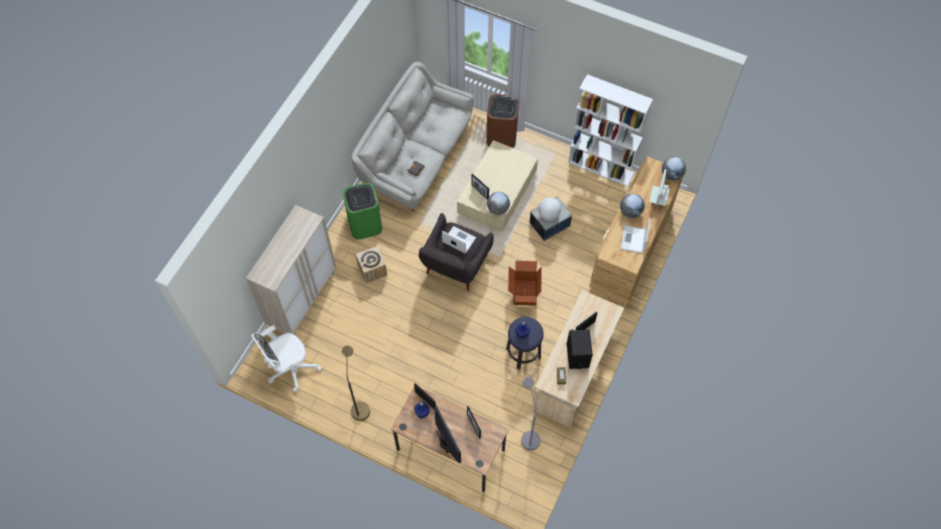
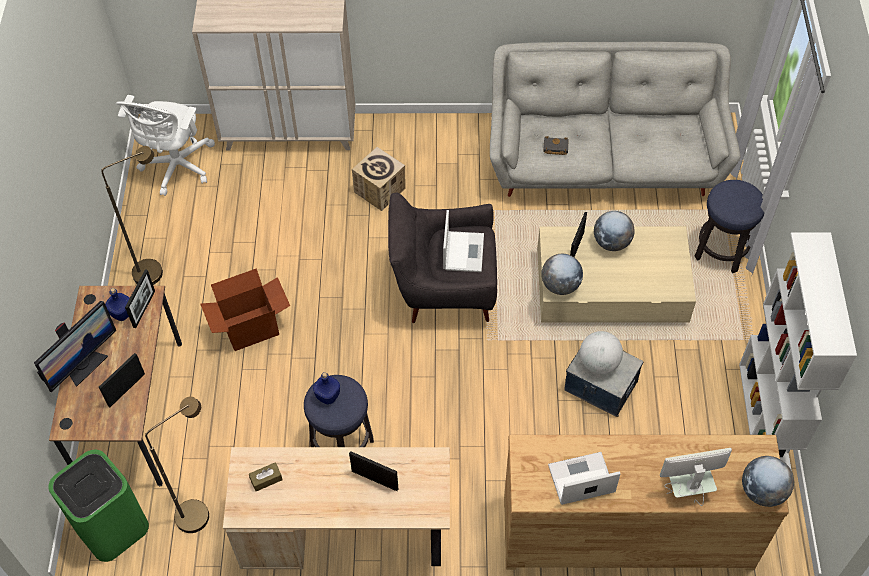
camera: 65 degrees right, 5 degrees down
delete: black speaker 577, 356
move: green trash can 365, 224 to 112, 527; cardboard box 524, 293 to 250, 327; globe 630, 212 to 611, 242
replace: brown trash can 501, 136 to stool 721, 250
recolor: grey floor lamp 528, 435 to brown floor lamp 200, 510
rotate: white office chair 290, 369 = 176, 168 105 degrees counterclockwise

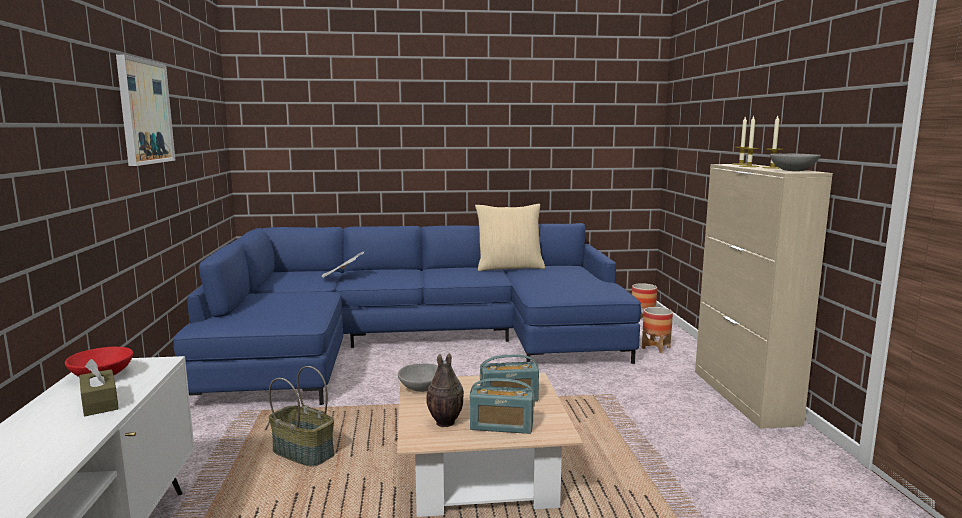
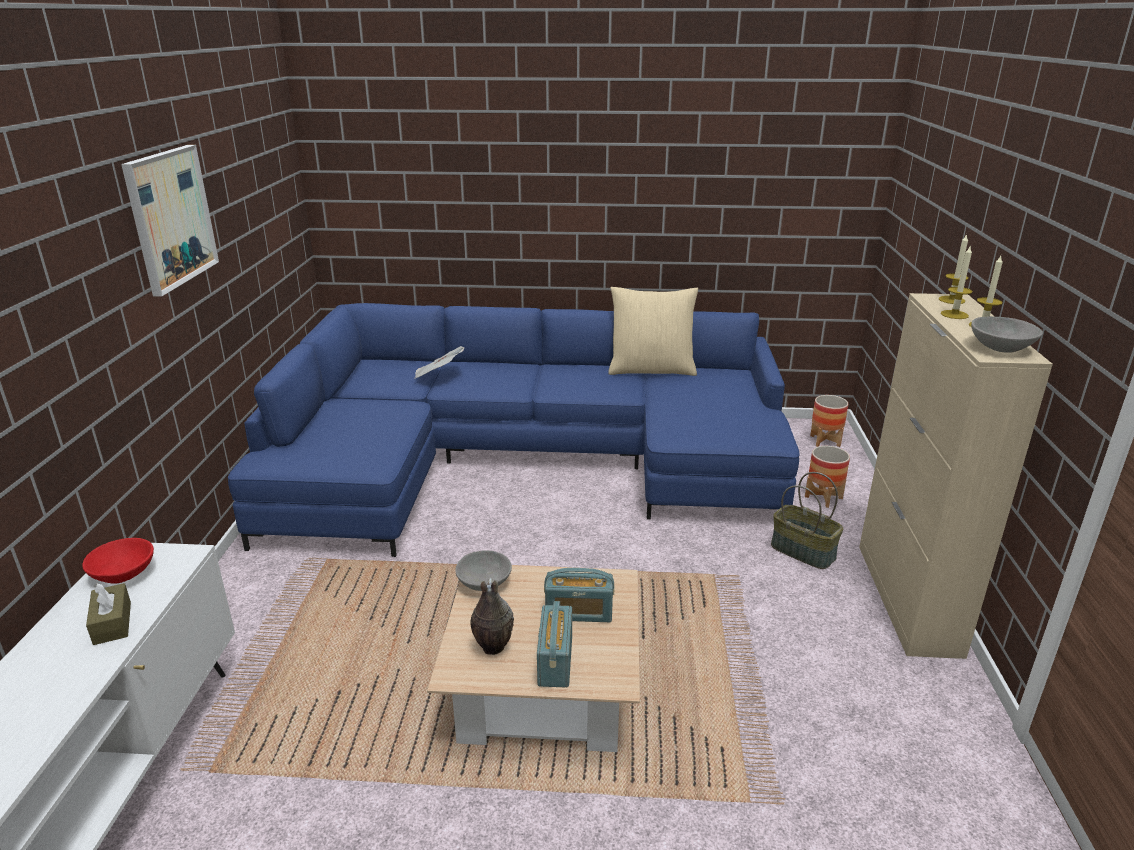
camera: 10 degrees right, 15 degrees up
move: basket 304, 452 to 804, 551
rotate: radio 501, 426 = 555, 661 75 degrees clockwise

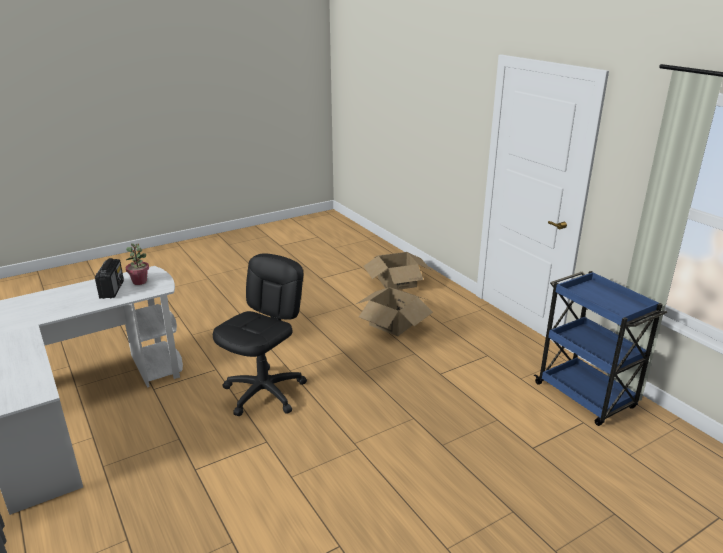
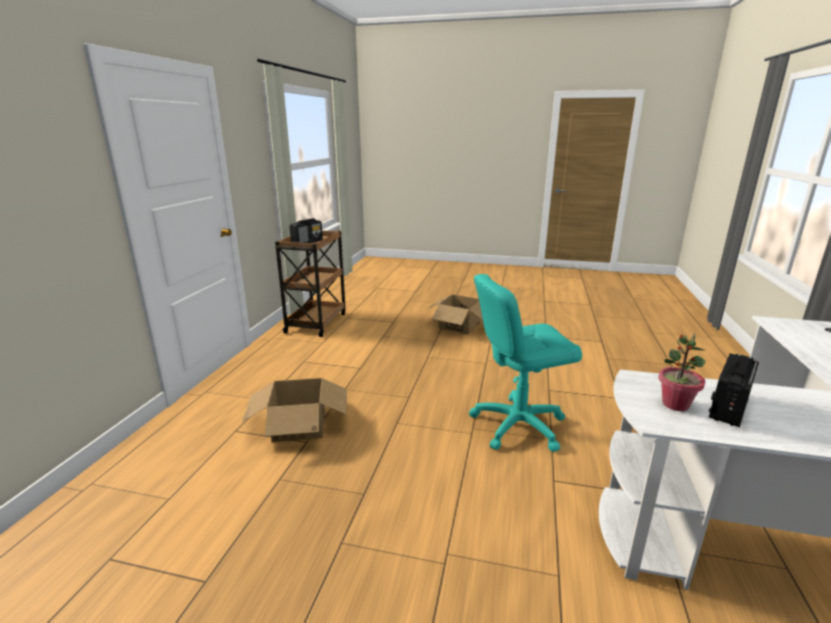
camera: 135 degrees left, 5 degrees down
insert: radio 307, 242
move: cardboard box 397, 282 to 459, 325
recolor: black office chair 265, 392 to turquoise office chair 518, 425; blue cart 586, 397 to brown cart 316, 322

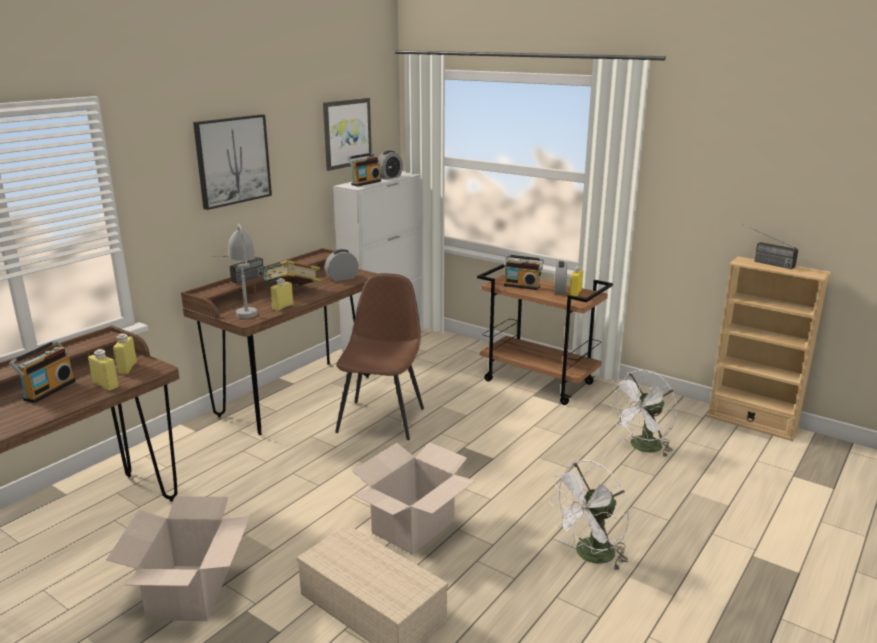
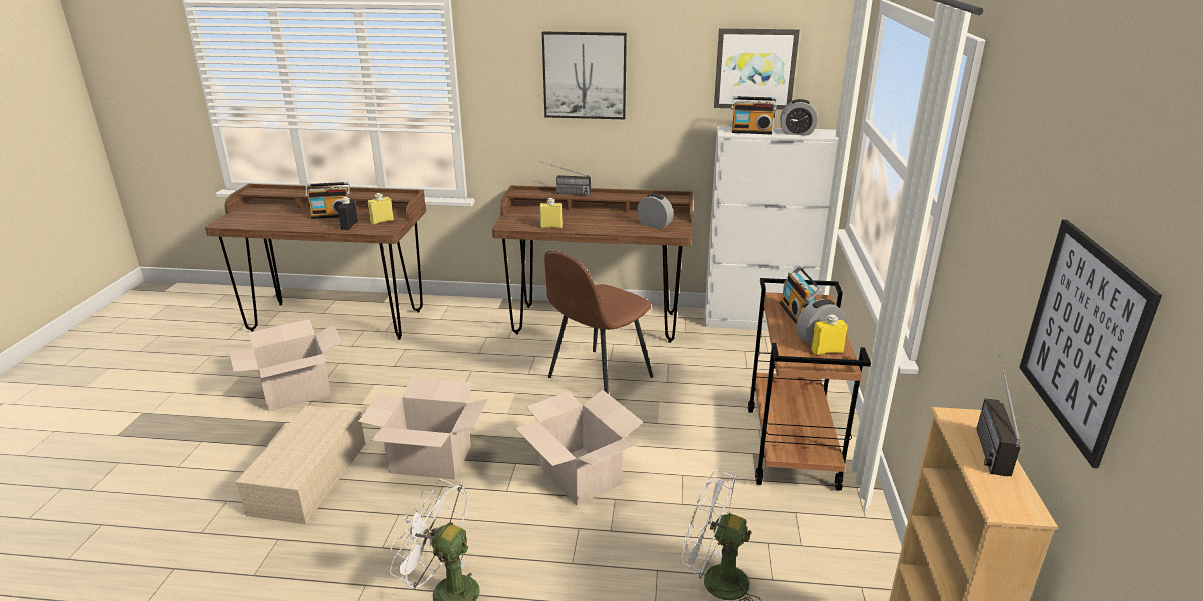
camera: 60 degrees right, 5 degrees up
delete: grey table lamp 246, 306; book 292, 292
insert: cardboard box 581, 475; picture 1081, 337
recolor: yellow bottle 105, 385 to black bottle 349, 225
rotate: brown chair 382, 419 = 598, 378 150 degrees clockwise

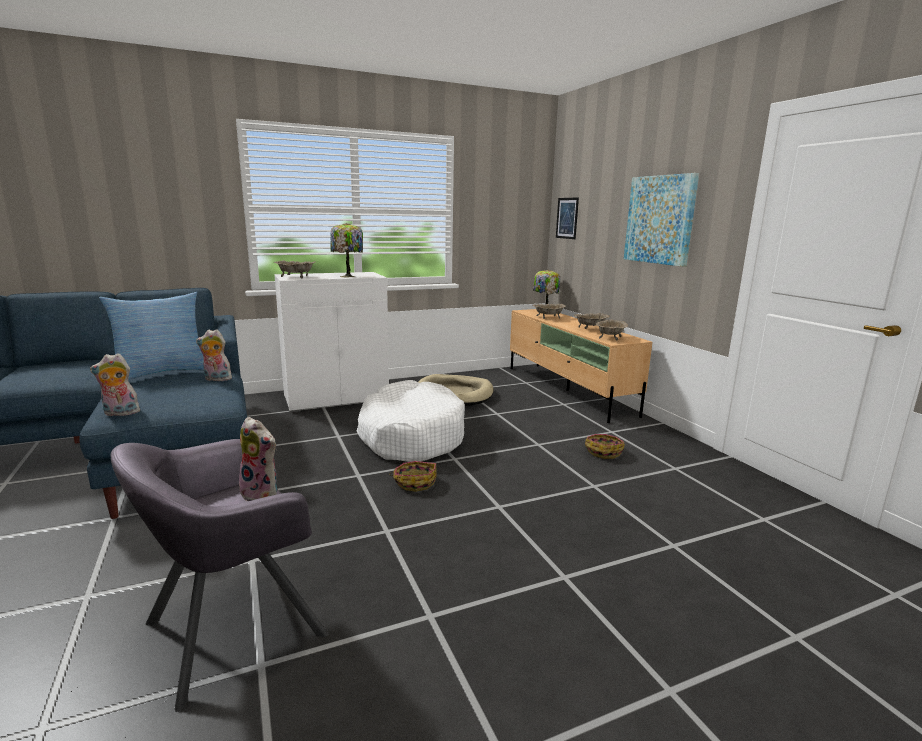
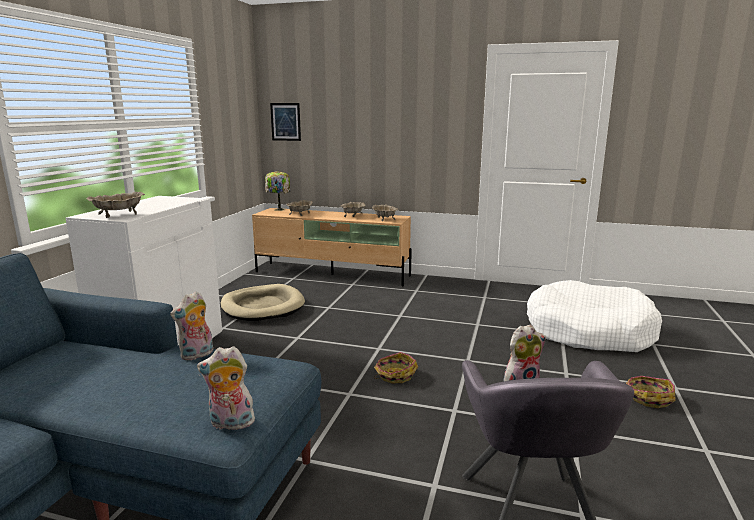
camera: 50 degrees left, 0 degrees up
delete: pillow 162, 372; table lamp 347, 276; picture 660, 220
move: white dog bed 411, 436 to 588, 331; basket 603, 451 to 648, 398
rotate: plush toy 120, 413 = 230, 424 60 degrees clockwise

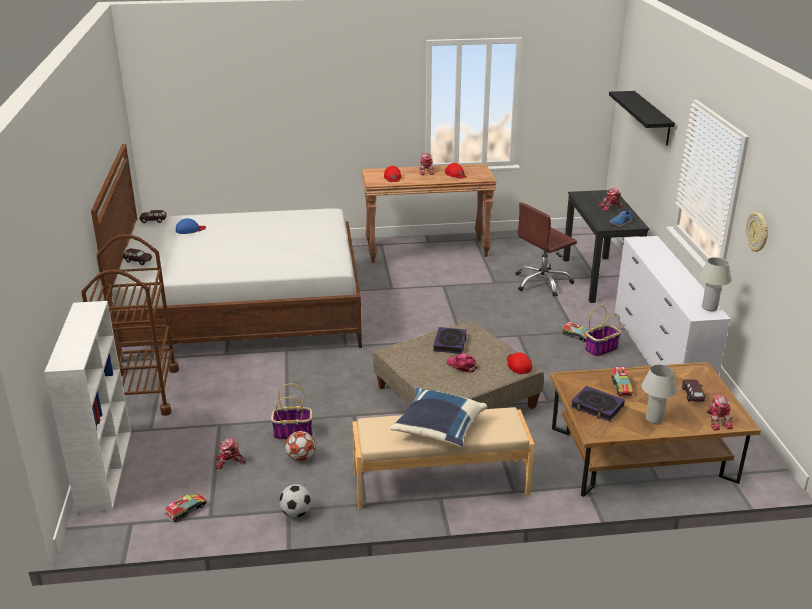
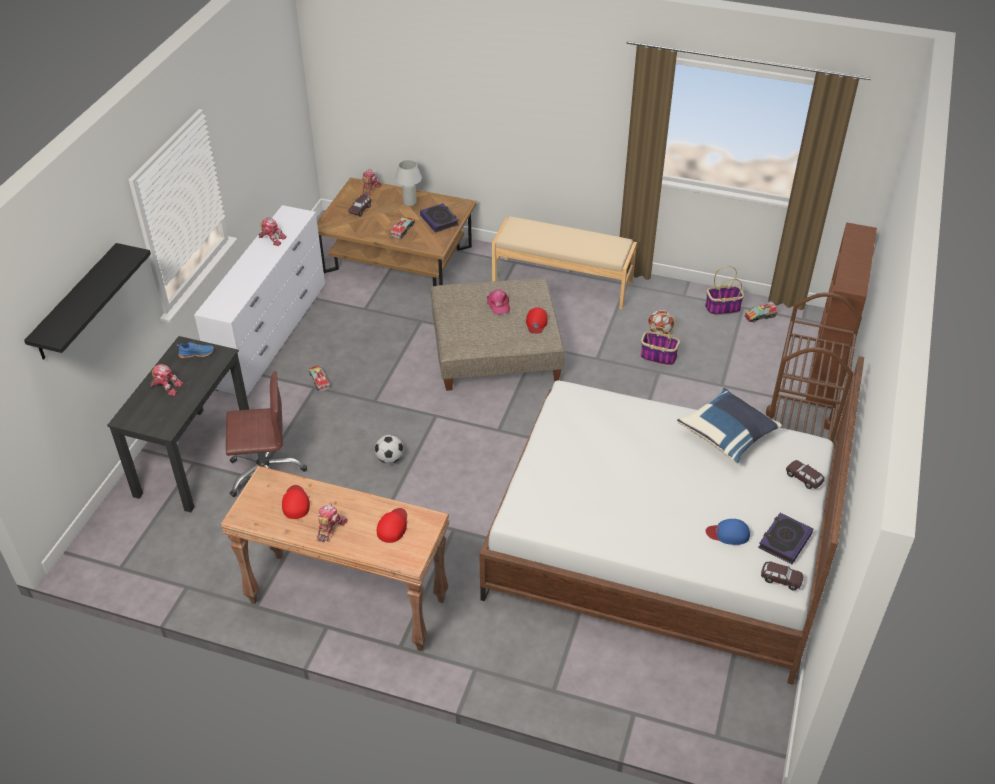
camera: 155 degrees left, 15 degrees up
delete: white table lamp 709, 308; wall clock 757, 232
move: toy robot 229, 462 to 272, 238; football 296, 513 to 390, 459; blue pillow 438, 430 to 727, 435; book 450, 343 to 784, 541; red cap 518, 365 to 536, 323; basket 601, 349 to 722, 308
recolor: white bookcase 105, 469 to brown bookcase 826, 370

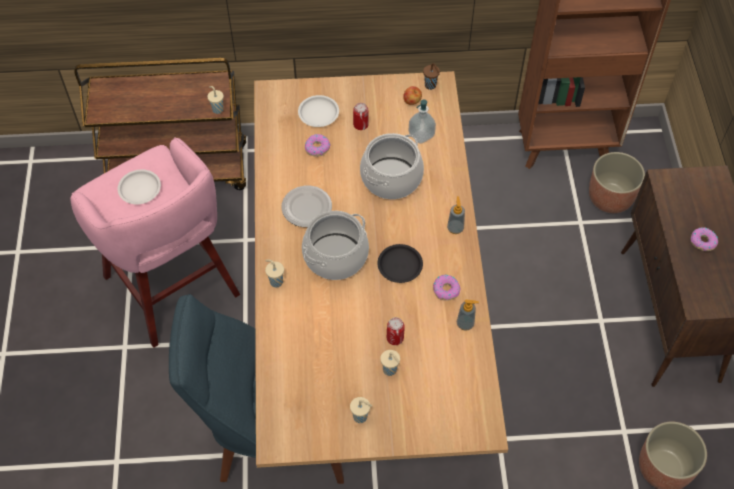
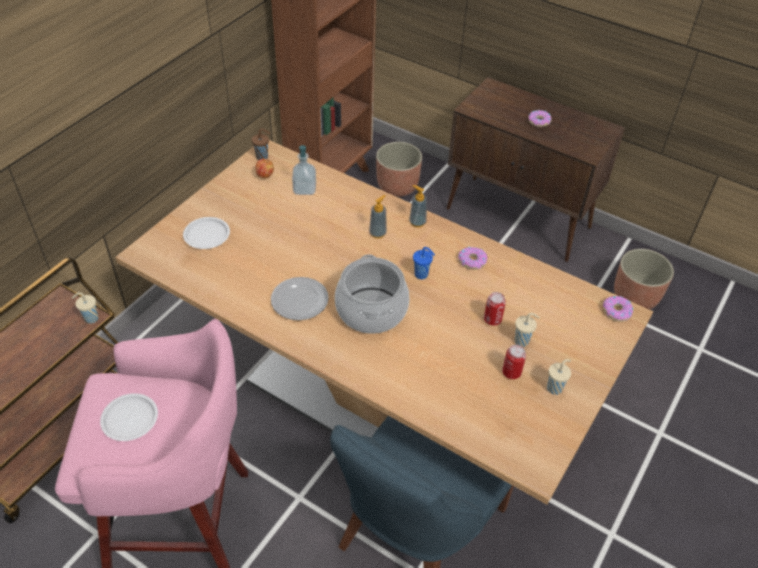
camera: 55 degrees left, 10 degrees down
delete: beige cup 275, 281; cooking pot 391, 178
move: donut 317, 148 to 616, 311; can 360, 125 to 511, 372; soap dispenser 465, 324 to 377, 233
replace: black plate 400, 265 to blue cup 422, 275

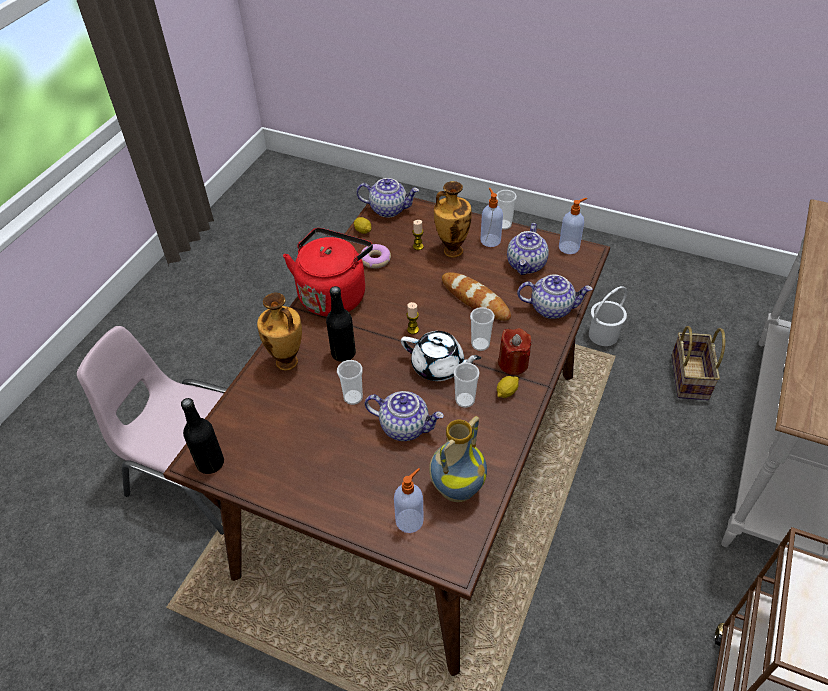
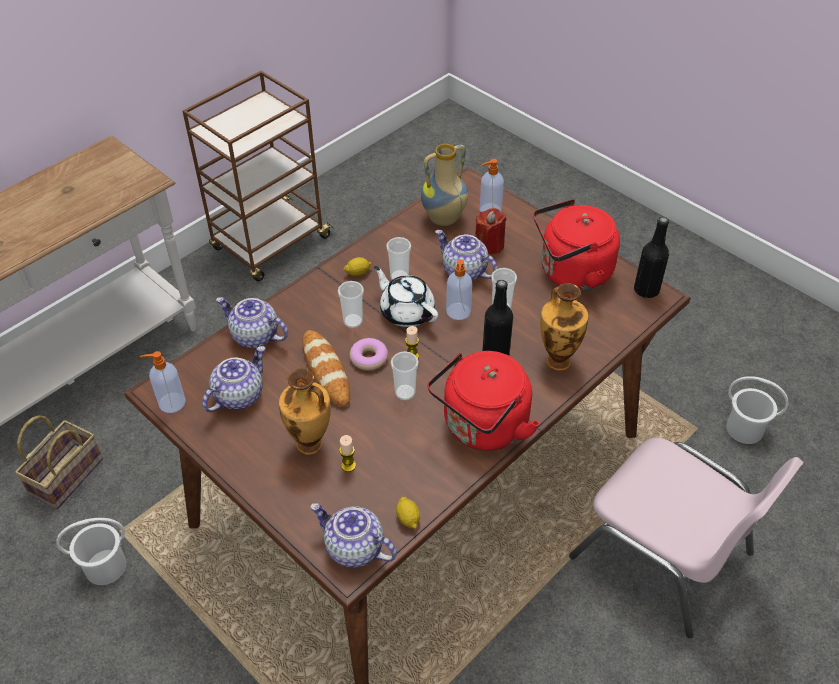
camera: 160 degrees left, 0 degrees up
insert: red kettle 571, 273; white bucket 744, 428
move: donut 375, 260 to 369, 358; soap dispenser 490, 240 to 458, 312; cup 503, 225 to 405, 392; red candle 513, 363 to 489, 245

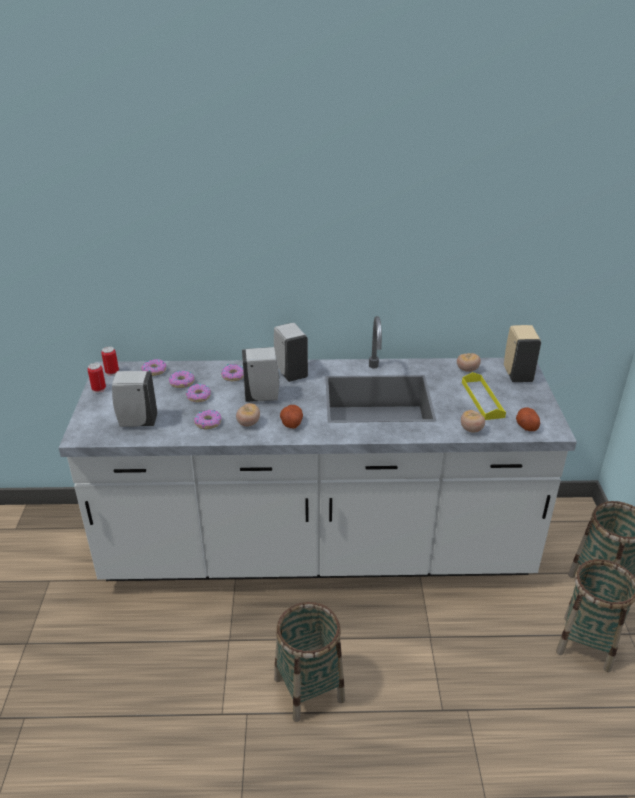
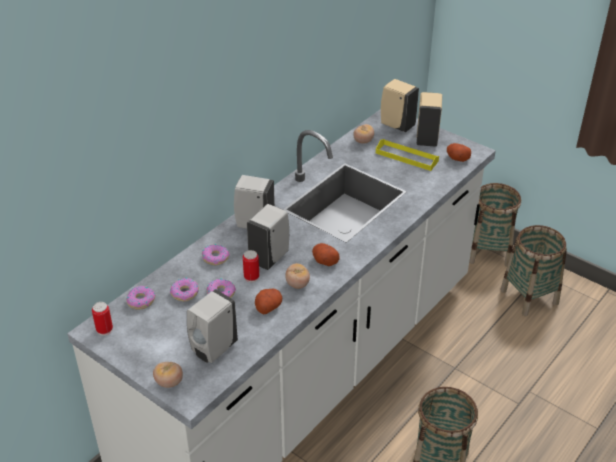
camera: 50 degrees left, 5 degrees up
insert: beige soap dispenser 427, 138
move: can 99, 389 to 251, 277; tomato 471, 429 to 169, 382
replace: donut 208, 423 to potato 268, 306

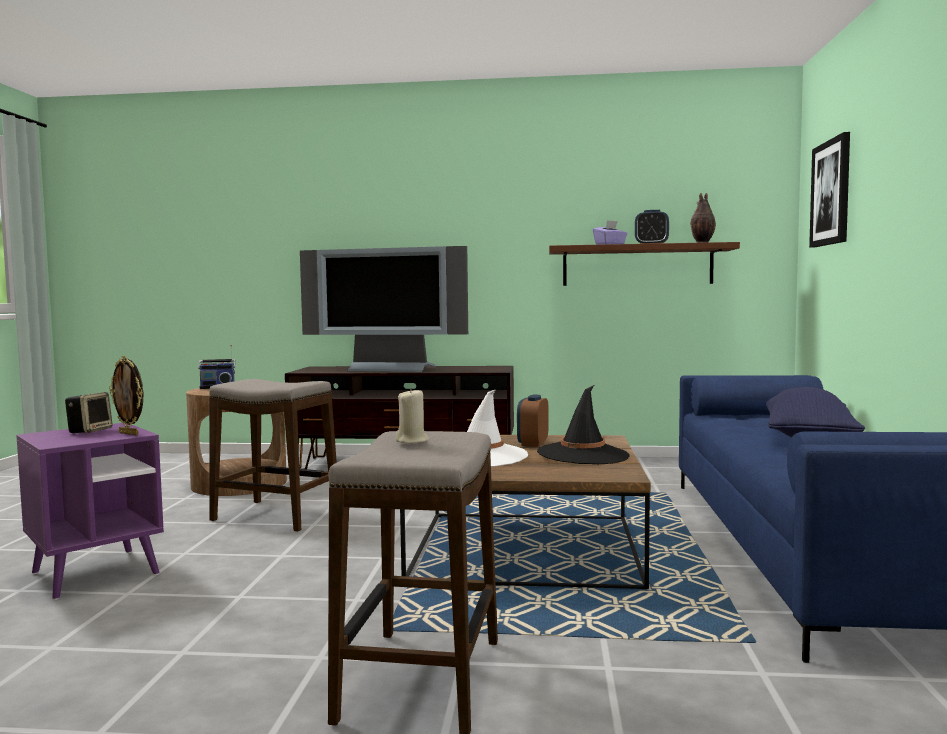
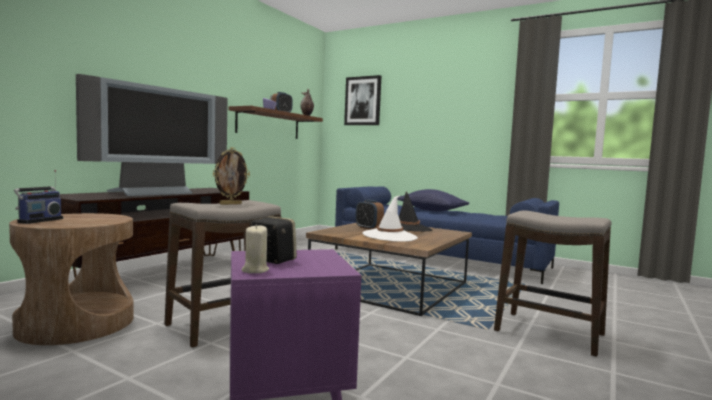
camera: 65 degrees left, 0 degrees up
move: picture frame 129, 433 to 230, 204; beige candle 412, 441 to 255, 270

